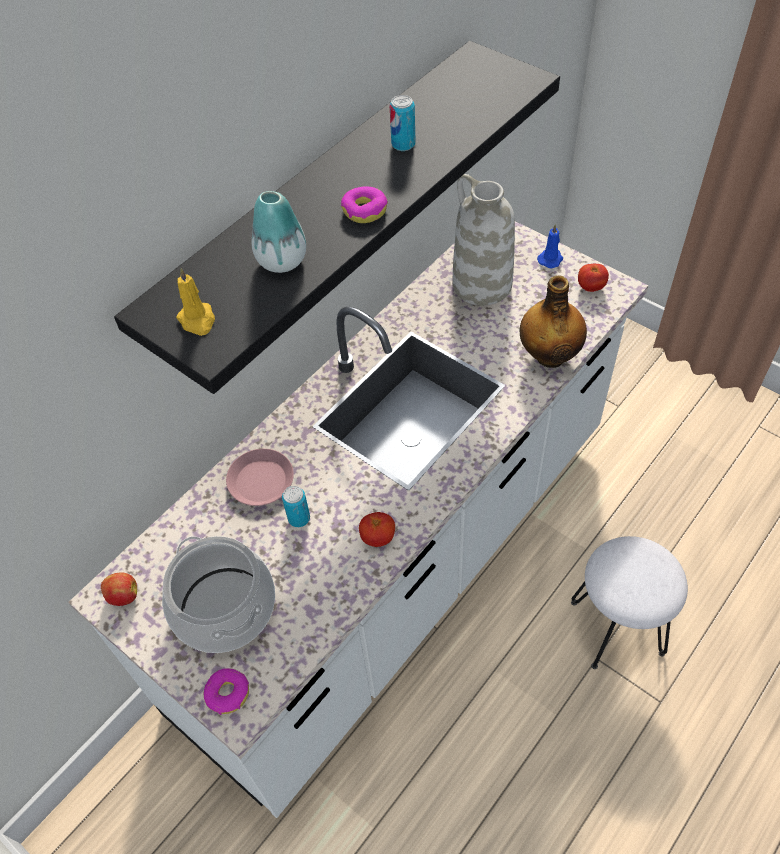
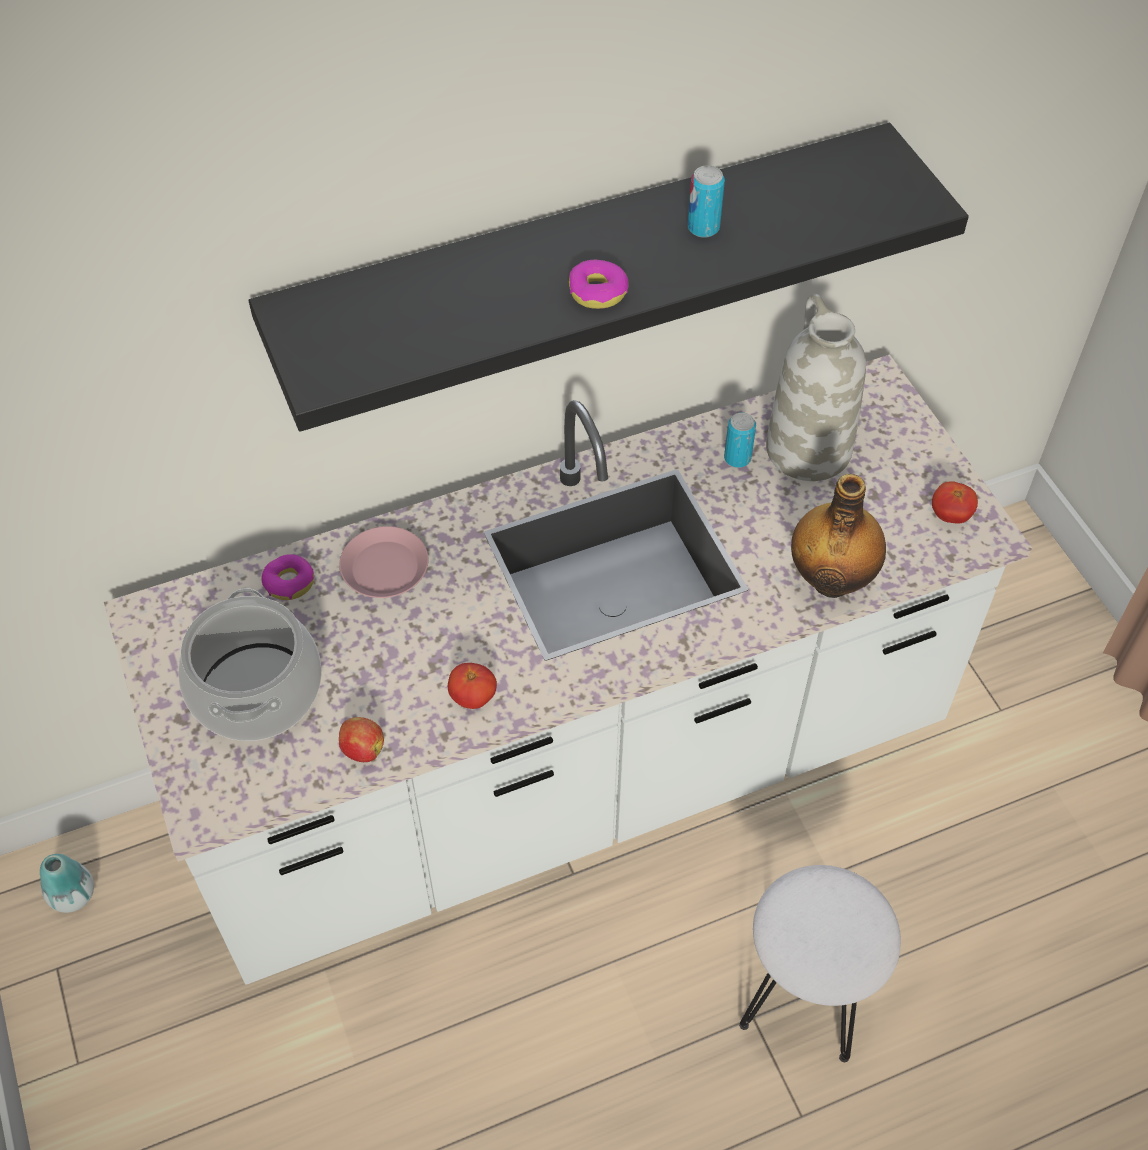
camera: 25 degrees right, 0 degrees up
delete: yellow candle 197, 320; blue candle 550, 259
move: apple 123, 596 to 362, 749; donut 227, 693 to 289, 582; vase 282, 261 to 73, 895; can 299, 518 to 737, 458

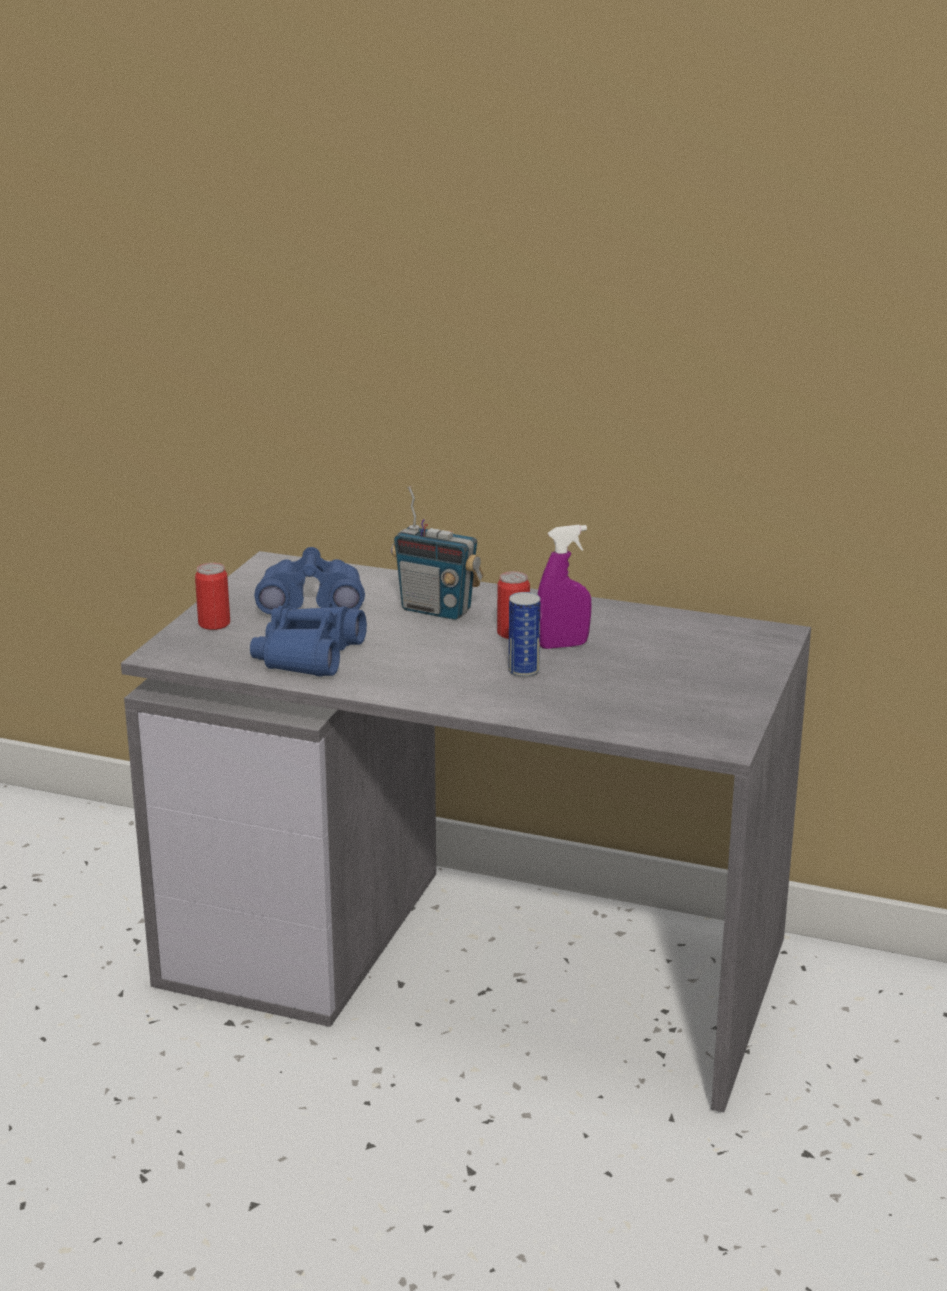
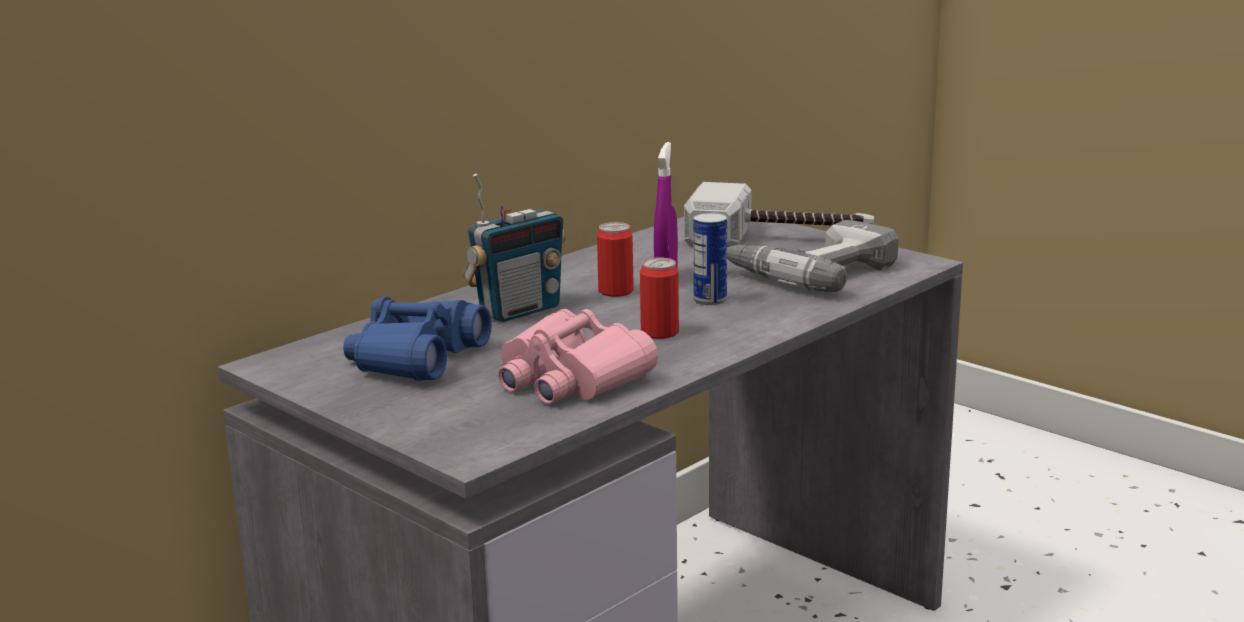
camera: 65 degrees left, 5 degrees down
insert: hammer 780, 239; power drill 811, 270
move: can 214, 624 to 659, 332
recolor: blue binoculars 308, 656 to pink binoculars 570, 379

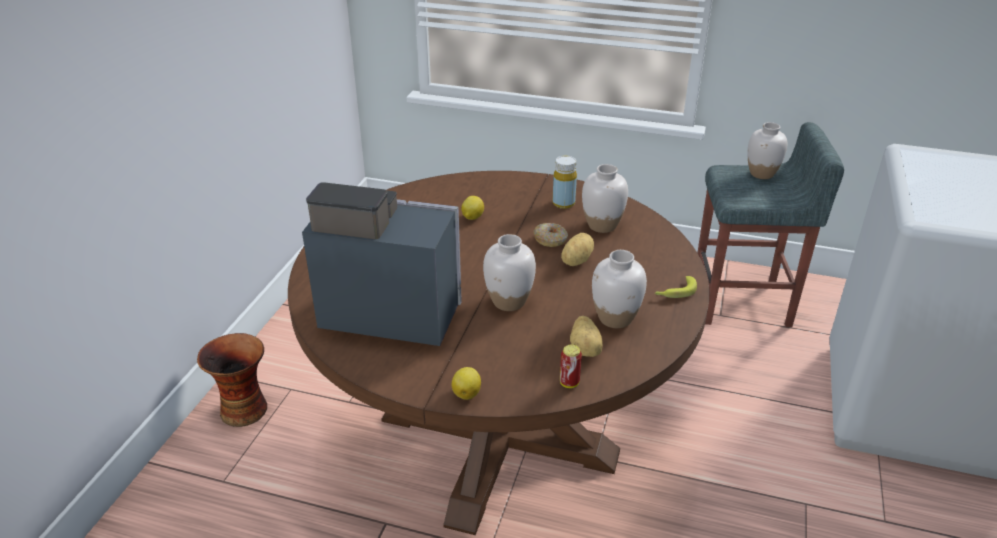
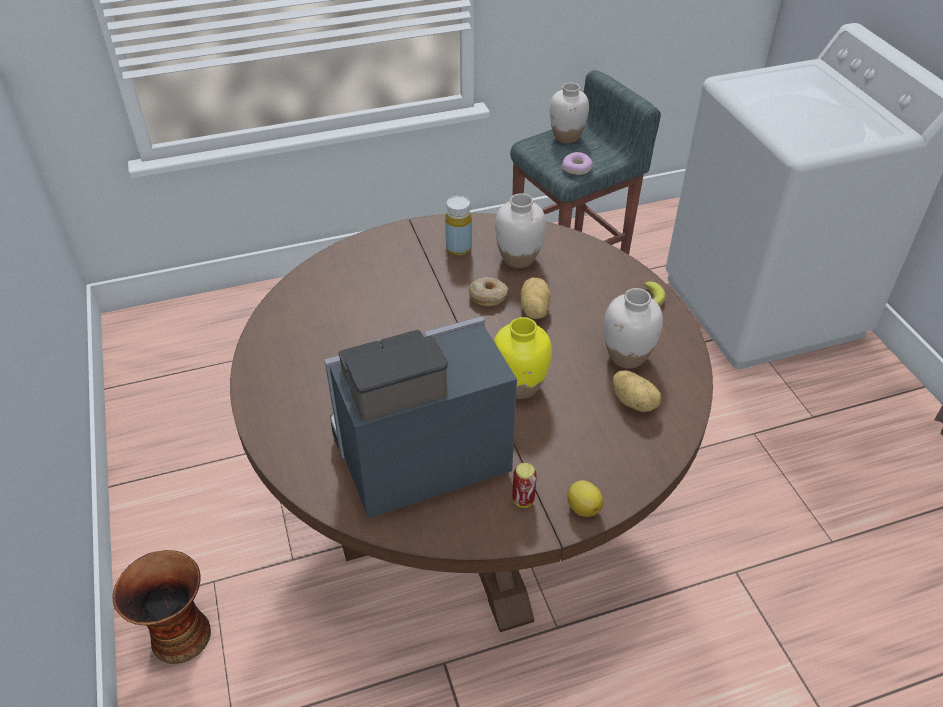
camera: 35 degrees left, 10 degrees up
delete: lemon 472, 217
insert: donut 577, 168
move: can 569, 383 to 523, 500
recolor: white vase 508, 302 to yellow vase 519, 386

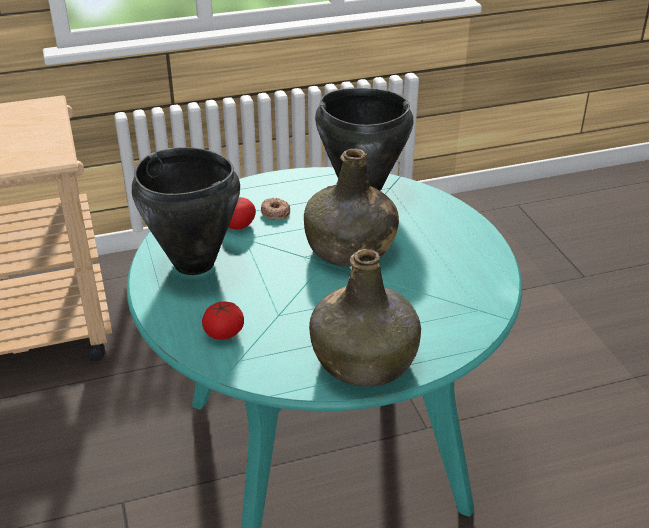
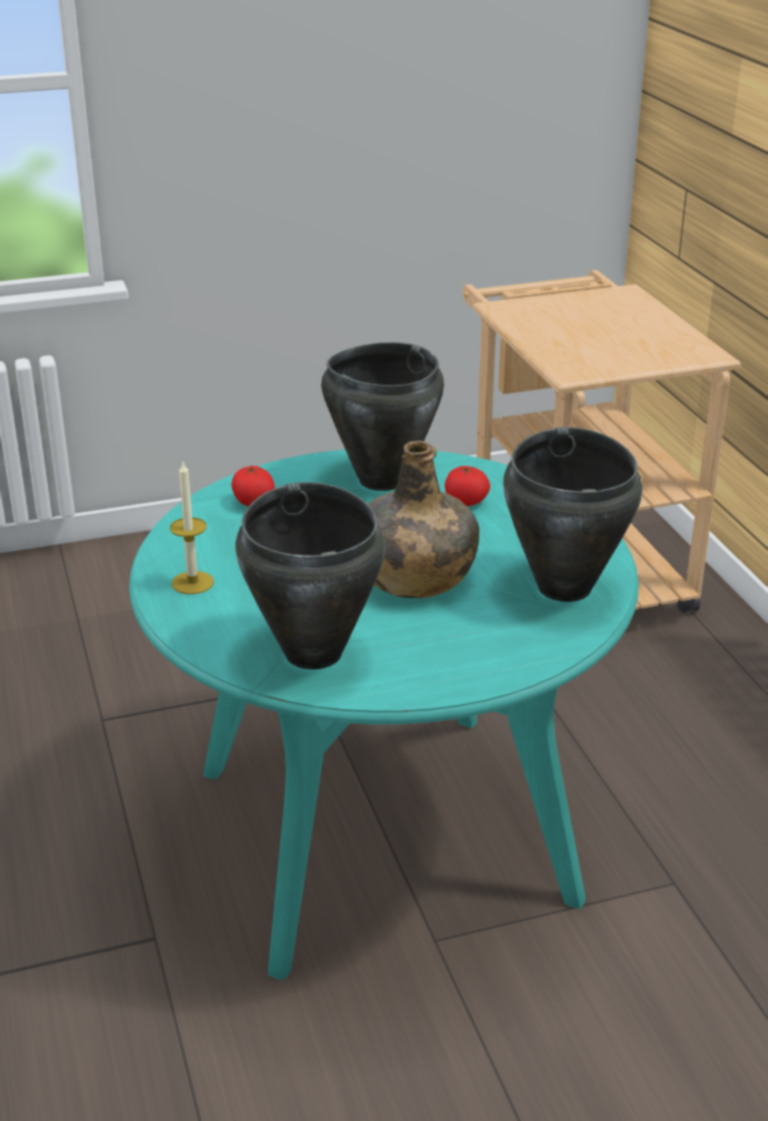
camera: 90 degrees right, 5 degrees down
delete: donut 275, 212
insert: black cooking pot 314, 652
replace: green bottle 364, 360 to candle 192, 582

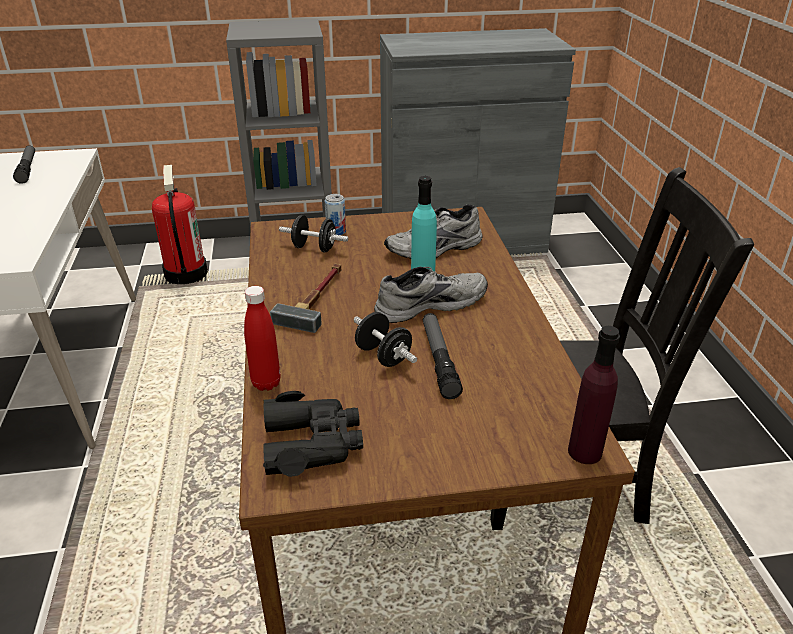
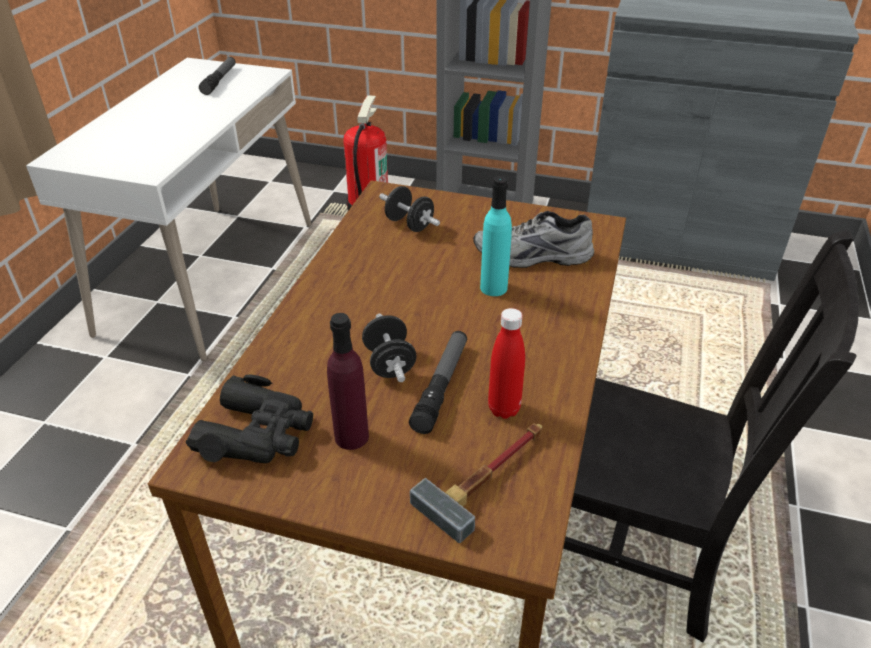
camera: 25 degrees right, 5 degrees up
delete: can 336, 231; grey shoe 429, 303
move: red bottle 266, 383 to 504, 409; hammer 317, 298 to 489, 476; purple bottle 585, 452 to 351, 437

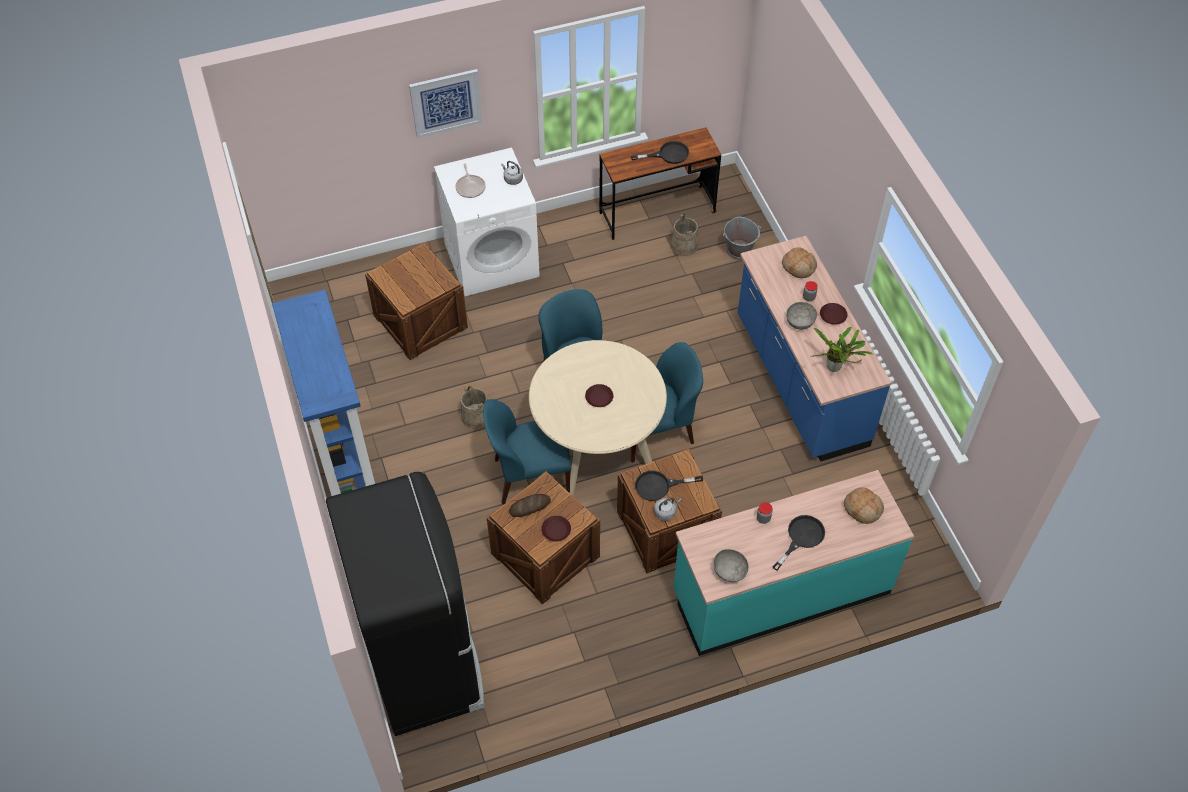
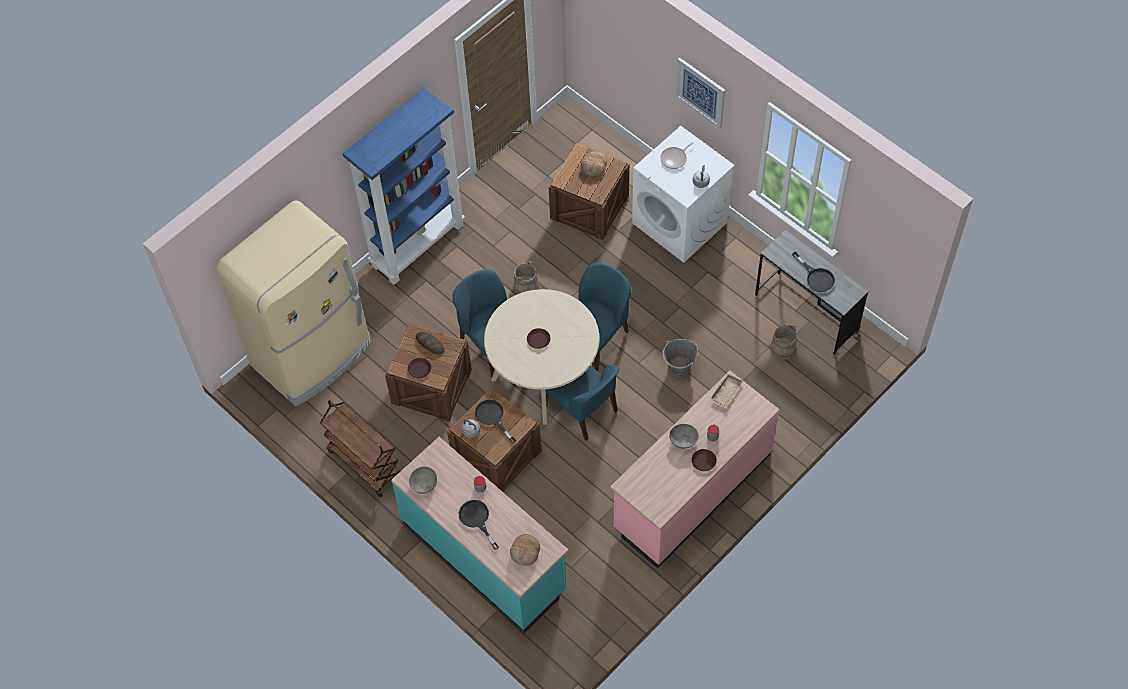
camera: 65 degrees right, 5 degrees up
delete: potted plant 835, 368
insert: brown cart 364, 463; beige tray 725, 390
move: grey bucket 739, 251 to 679, 367; bread 799, 267 to 594, 167
recolor: black fridge 424, 660 to beige fridge 313, 354; brown desk 657, 212 to grey desk 806, 313; blue counter 799, 382 to pink counter 691, 491
rotate: black frying pan 801, 538 = 477, 519 135 degrees counterclockwise

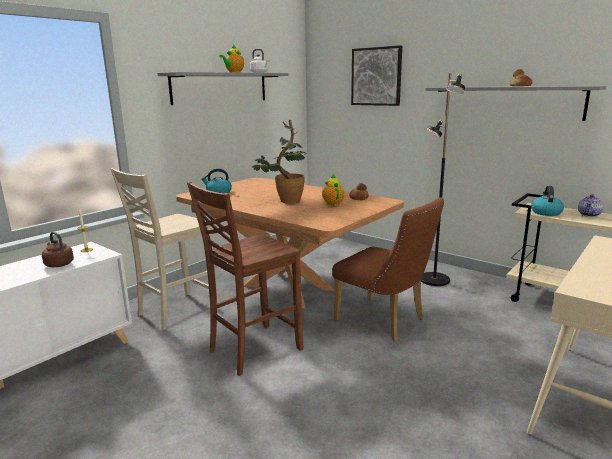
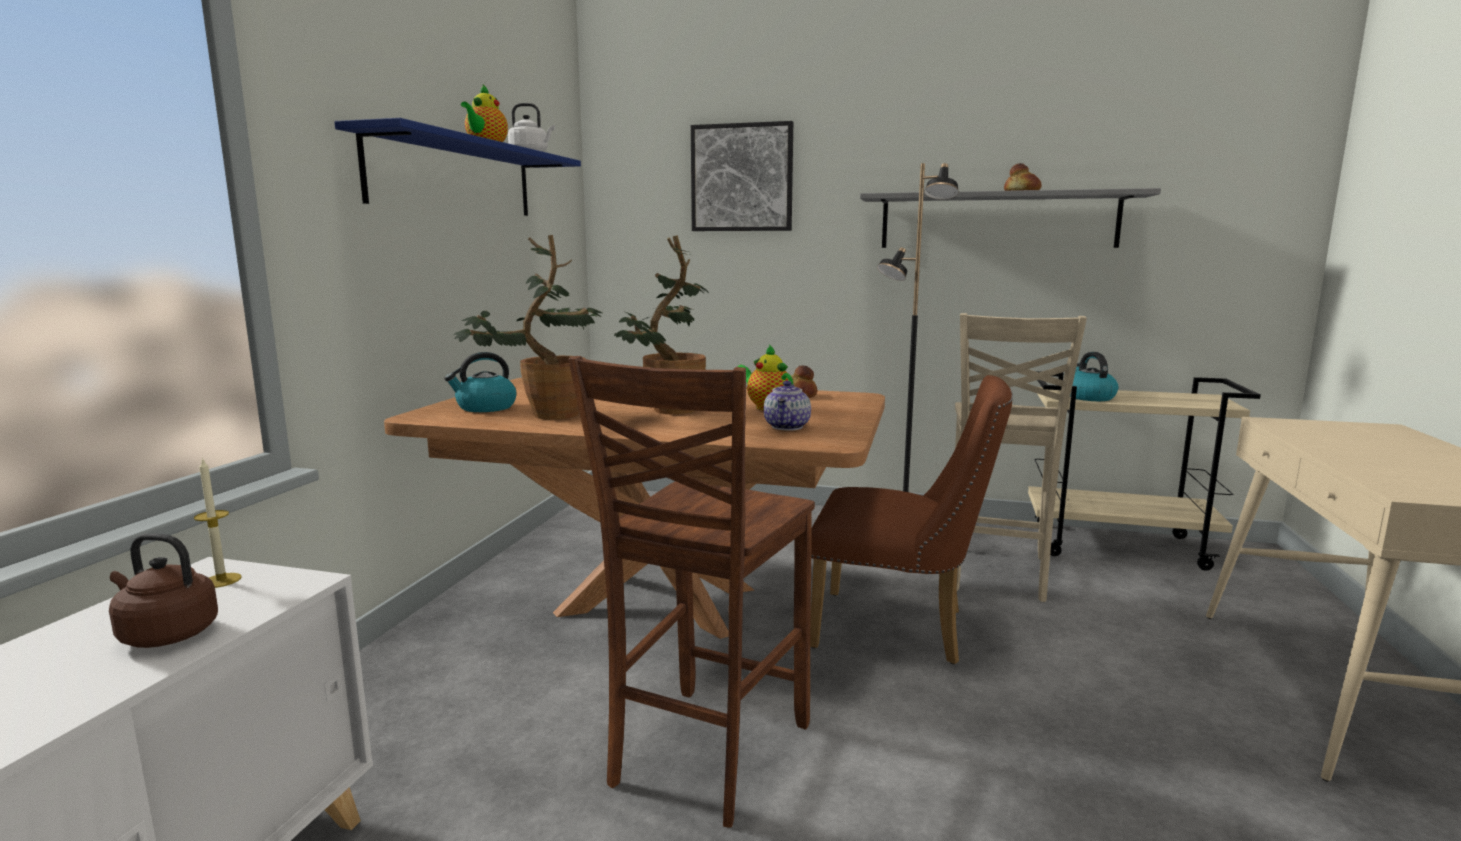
camera: 25 degrees left, 5 degrees down
insert: potted plant 544, 415
move: beige chair 176, 311 to 996, 574; teapot 589, 215 to 788, 427
recolor: grey shelf 221, 88 to blue shelf 455, 178

